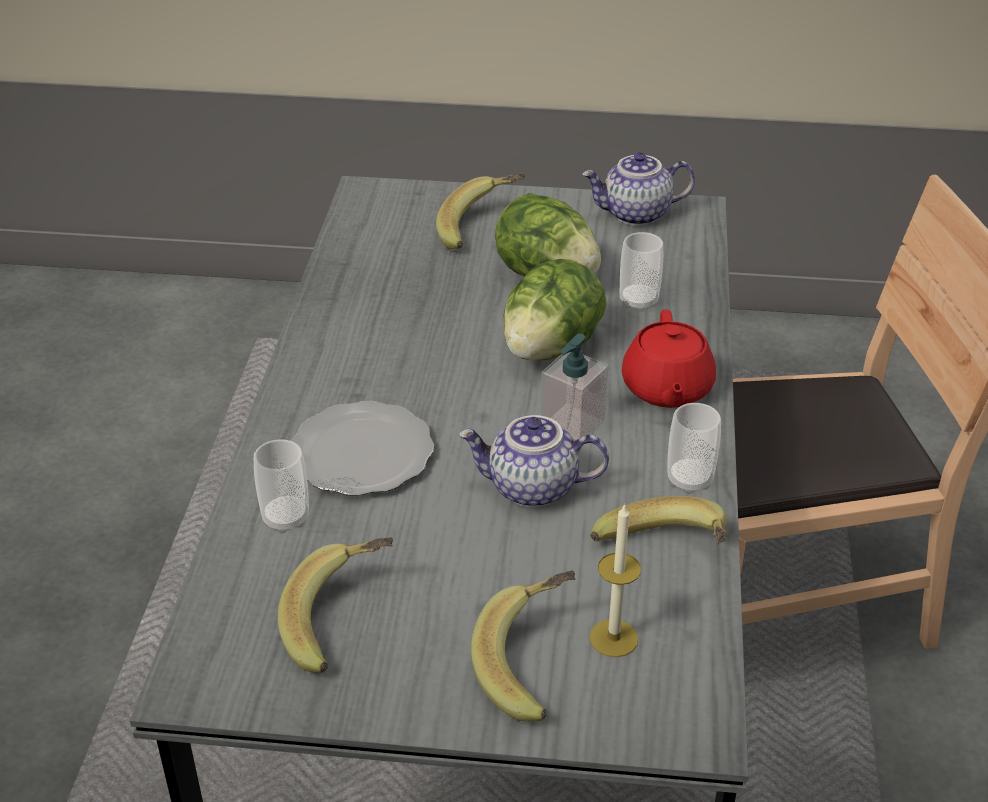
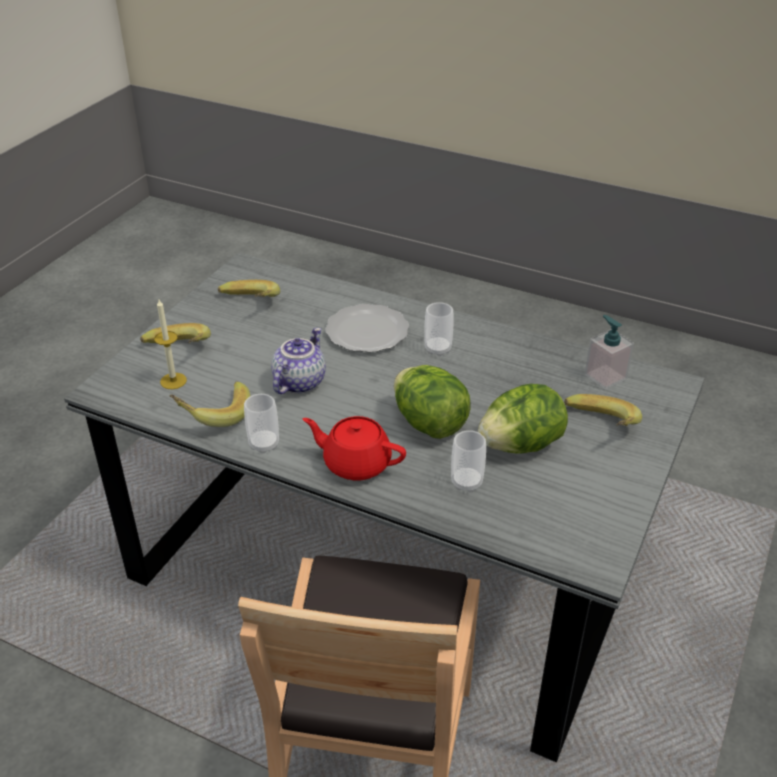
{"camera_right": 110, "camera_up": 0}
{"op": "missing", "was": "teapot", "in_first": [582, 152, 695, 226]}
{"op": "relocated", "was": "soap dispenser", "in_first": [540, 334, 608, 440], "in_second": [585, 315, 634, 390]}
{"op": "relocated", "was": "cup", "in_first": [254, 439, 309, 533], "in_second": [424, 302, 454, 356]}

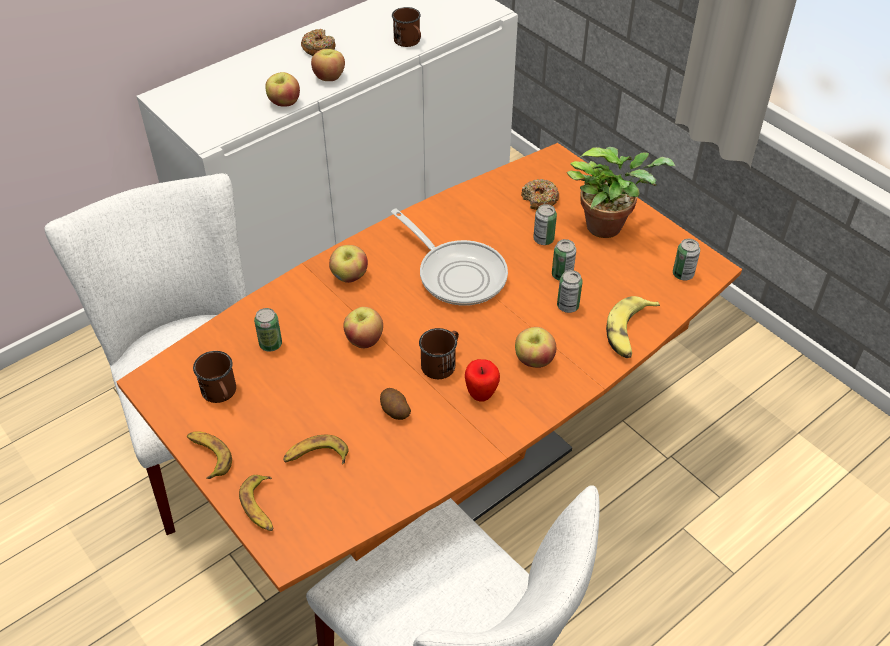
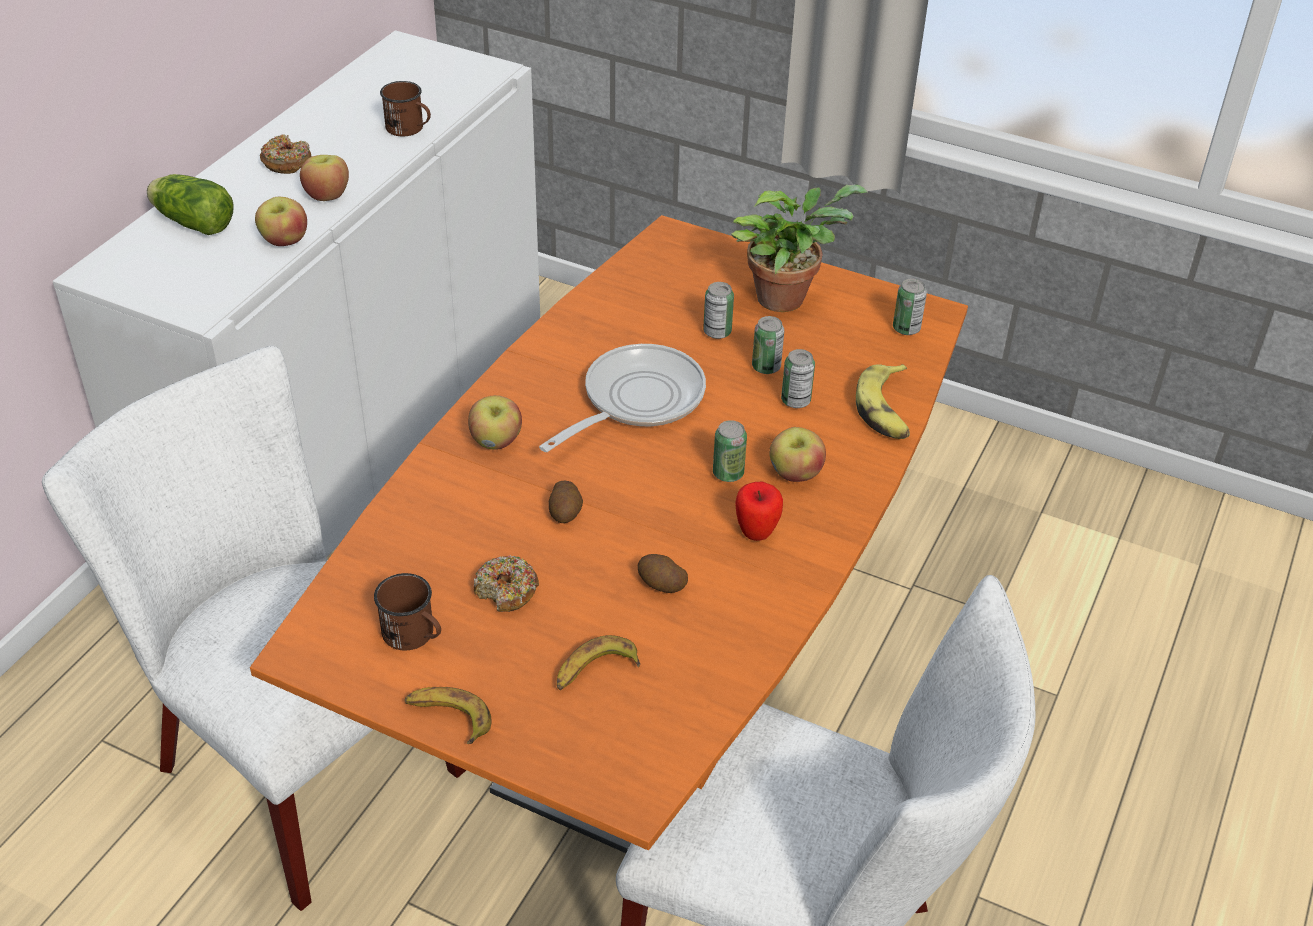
{"camera_right": -25, "camera_up": -5}
{"op": "relocated", "was": "donut", "in_first": [521, 179, 559, 210], "in_second": [474, 555, 539, 612]}
{"op": "spun", "was": "frying pan", "in_first": [391, 209, 508, 306], "in_second": [539, 344, 706, 452], "clockwise": -75}
{"op": "exchanged", "was": "apple", "now": "potato", "in_first": [343, 307, 383, 348], "in_second": [549, 481, 583, 523]}
{"op": "relocated", "was": "can", "in_first": [254, 308, 282, 352], "in_second": [713, 420, 747, 482]}
{"op": "missing", "was": "brown mug", "in_first": [419, 328, 459, 379]}
{"op": "missing", "was": "banana", "in_first": [239, 475, 274, 531]}
{"op": "appeared", "now": "lettuce", "in_second": [147, 174, 234, 235]}

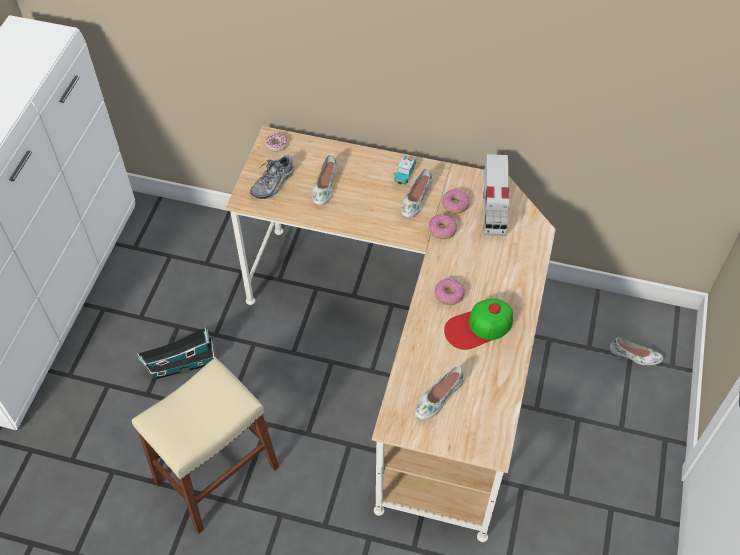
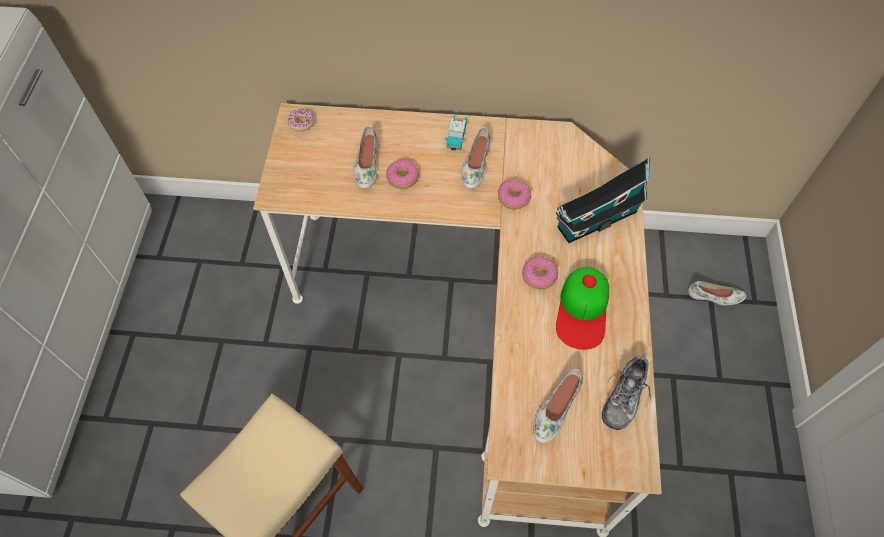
{"camera_right": -10, "camera_up": 5}
{"op": "missing", "was": "toy truck", "in_first": [483, 154, 509, 236]}
{"op": "relocated", "was": "shoe", "in_first": [250, 155, 294, 199], "in_second": [602, 354, 651, 430]}
{"op": "relocated", "was": "donut", "in_first": [442, 189, 469, 214], "in_second": [386, 159, 419, 189]}
{"op": "spun", "was": "cap", "in_first": [444, 298, 513, 350], "in_second": [556, 267, 609, 350], "clockwise": -45}
{"op": "relocated", "was": "toy house", "in_first": [136, 327, 215, 380], "in_second": [556, 157, 651, 243]}

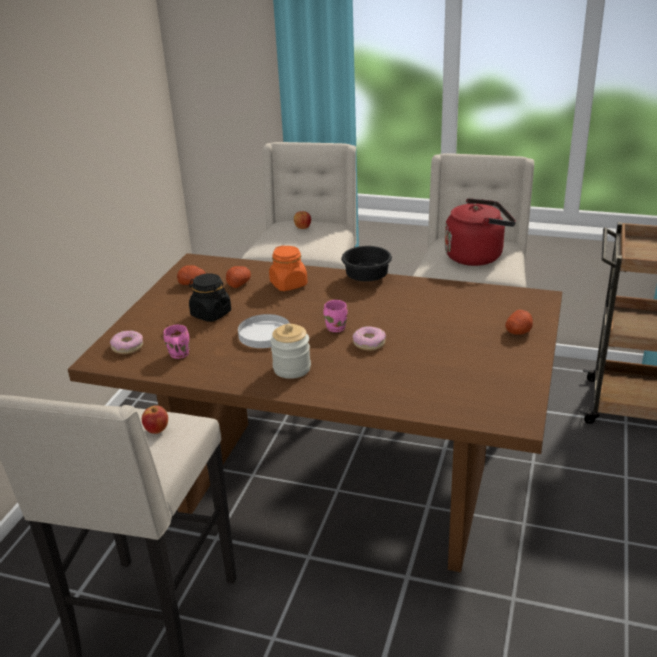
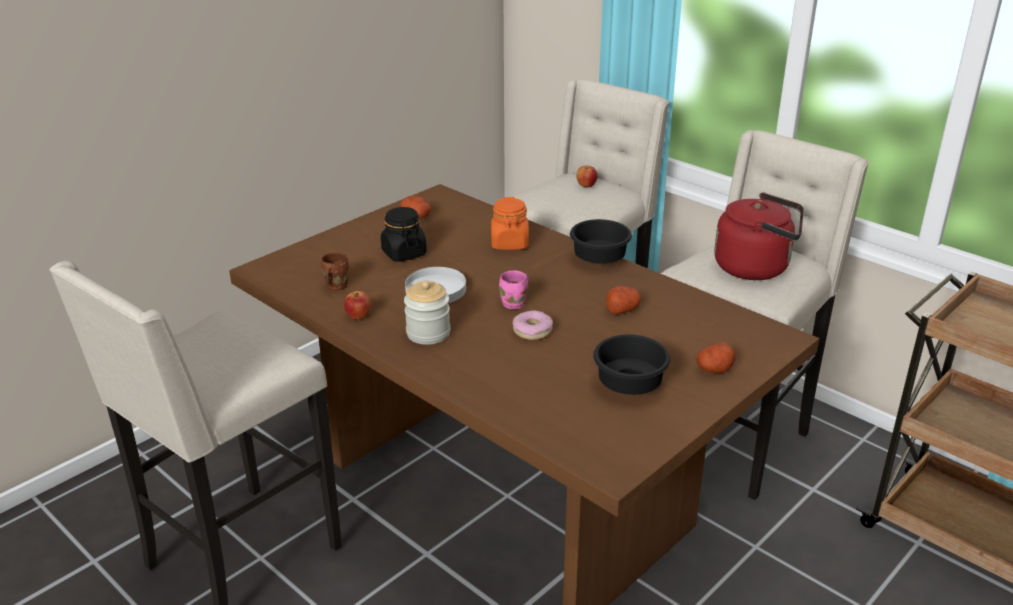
{"camera_right": 25, "camera_up": 0}
{"op": "relocated", "was": "potato", "in_first": [226, 266, 251, 288], "in_second": [606, 285, 641, 315]}
{"op": "colour", "was": "pink mug", "now": "brown mug", "in_first": [163, 325, 189, 359], "in_second": [321, 252, 349, 290]}
{"op": "missing", "was": "donut", "in_first": [110, 330, 143, 354]}
{"op": "relocated", "was": "apple", "in_first": [142, 405, 168, 434], "in_second": [344, 291, 371, 320]}
{"op": "appeared", "now": "black bowl", "in_second": [593, 335, 670, 395]}

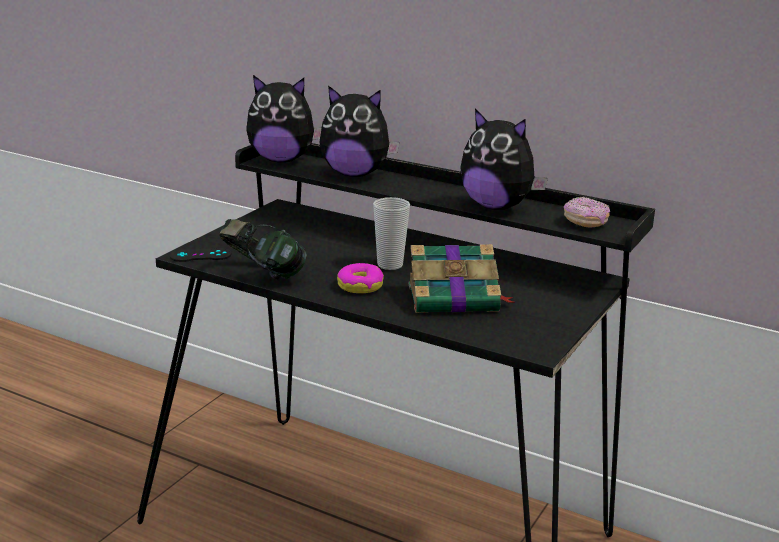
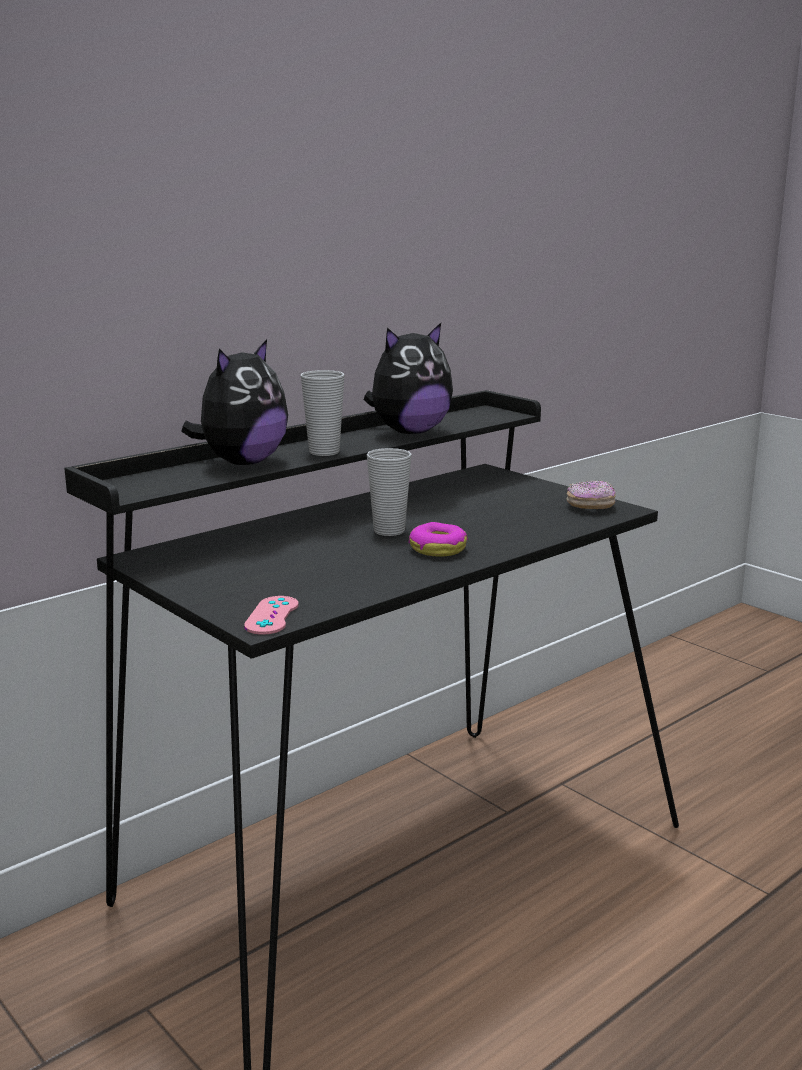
{"camera_right": -70, "camera_up": -5}
{"op": "missing", "was": "plush toy", "in_first": [246, 75, 321, 162]}
{"op": "relocated", "was": "donut", "in_first": [564, 197, 610, 228], "in_second": [566, 480, 616, 509]}
{"op": "missing", "was": "headphones", "in_first": [219, 219, 306, 279]}
{"op": "missing", "was": "book", "in_first": [409, 244, 515, 313]}
{"op": "colour", "was": "black game controller", "now": "pink game controller", "in_first": [170, 248, 232, 262], "in_second": [244, 596, 299, 635]}
{"op": "appeared", "now": "cup", "in_second": [301, 370, 345, 456]}

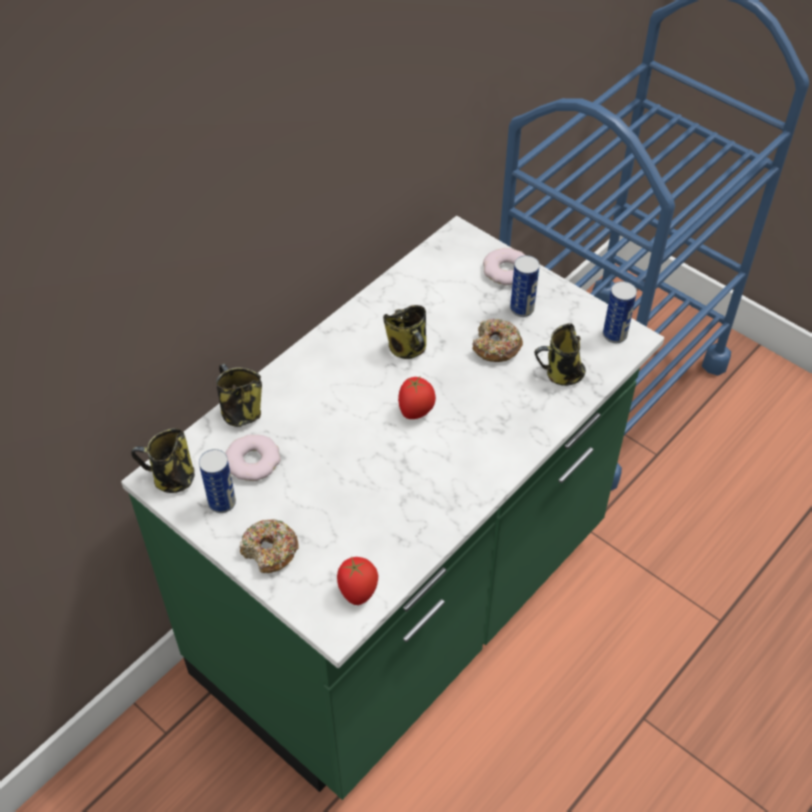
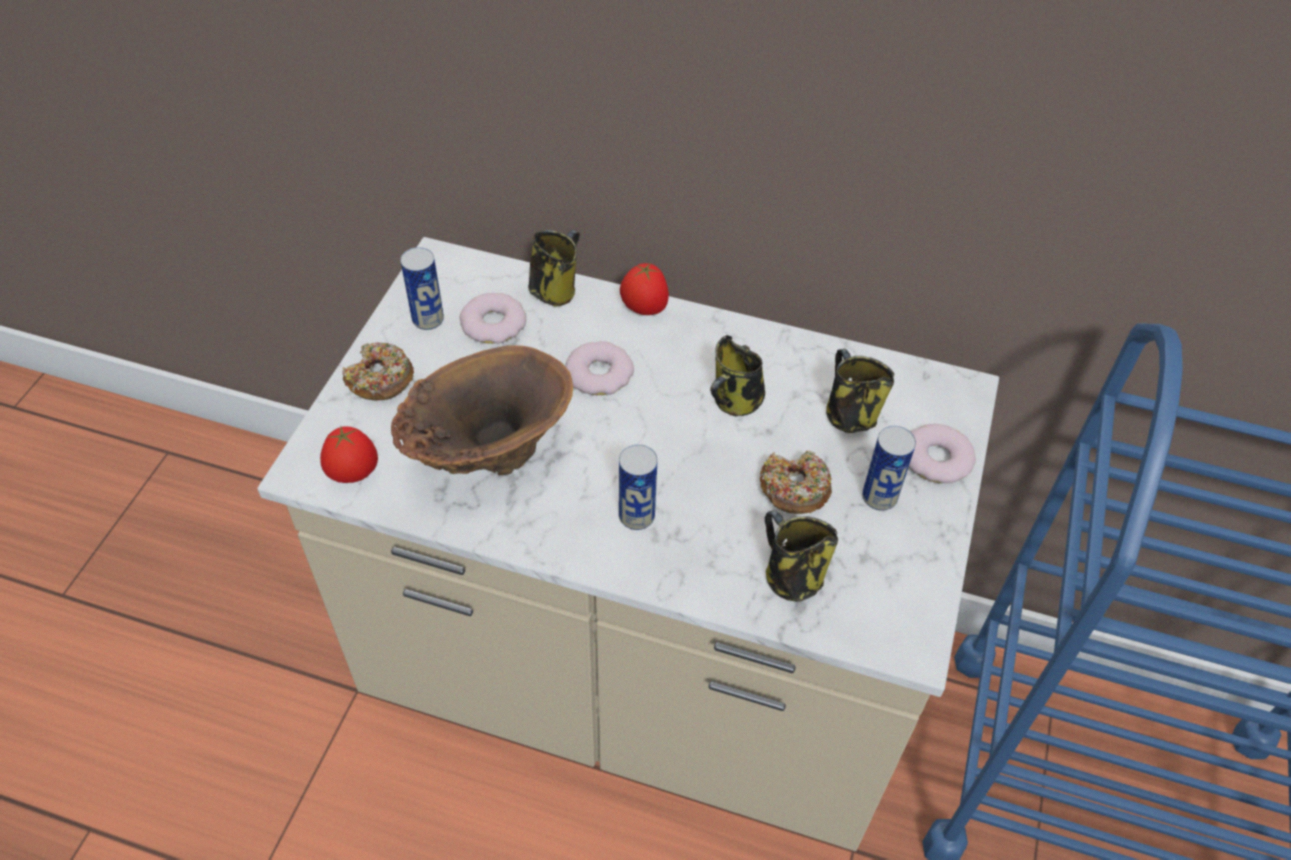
{"camera_right": 65, "camera_up": 0}
{"op": "colour", "was": "green counter", "now": "beige counter", "in_first": [121, 216, 664, 800], "in_second": [257, 237, 999, 851]}
{"op": "relocated", "was": "can", "in_first": [603, 281, 637, 343], "in_second": [619, 444, 658, 530]}
{"op": "relocated", "was": "tomato", "in_first": [398, 377, 436, 419], "in_second": [620, 263, 669, 315]}
{"op": "relocated", "was": "mug", "in_first": [131, 428, 195, 493], "in_second": [826, 349, 894, 433]}
{"op": "appeared", "now": "donut", "in_second": [565, 341, 634, 395]}
{"op": "appeared", "now": "brown vase", "in_second": [391, 346, 573, 475]}

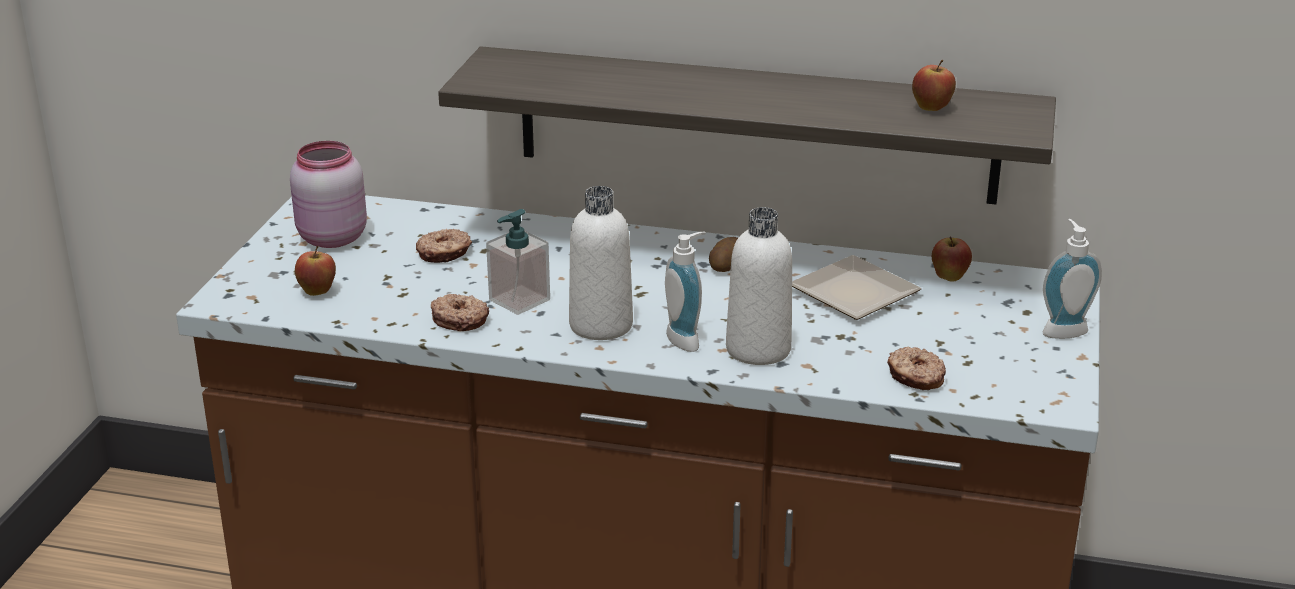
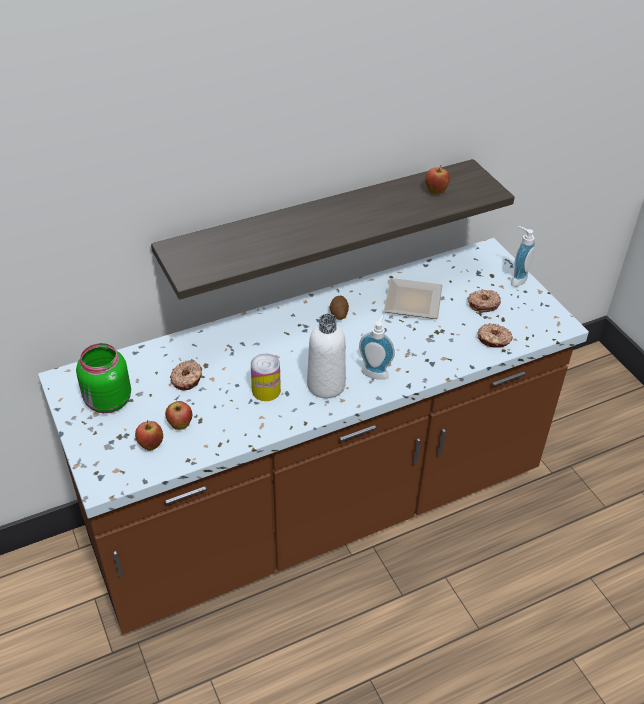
{"camera_right": -40, "camera_up": 15}
{"op": "colour", "was": "pink jar", "now": "green jar", "in_first": [290, 141, 367, 248], "in_second": [76, 343, 131, 413]}
{"op": "missing", "was": "white bottle", "in_first": [726, 207, 792, 365]}
{"op": "exchanged", "was": "soap dispenser", "now": "can", "in_first": [486, 209, 550, 315], "in_second": [251, 354, 281, 401]}
{"op": "relocated", "was": "apple", "in_first": [932, 236, 972, 281], "in_second": [165, 401, 192, 430]}
{"op": "relocated", "was": "donut", "in_first": [431, 294, 489, 331], "in_second": [467, 289, 501, 312]}

